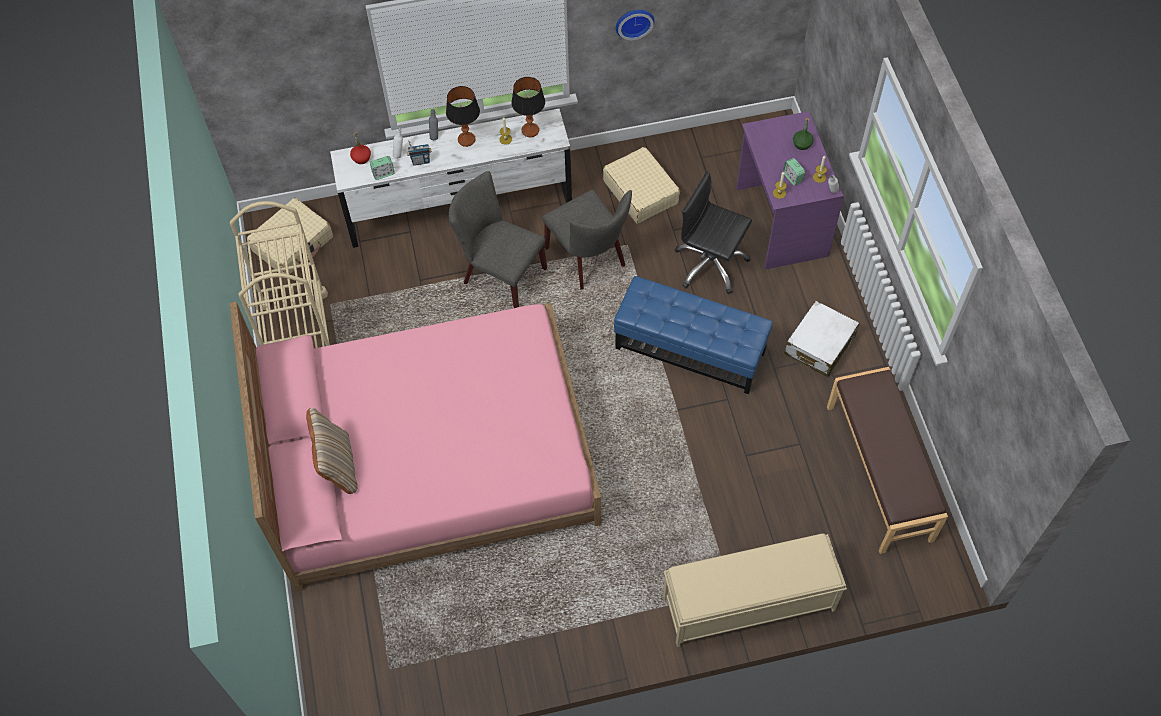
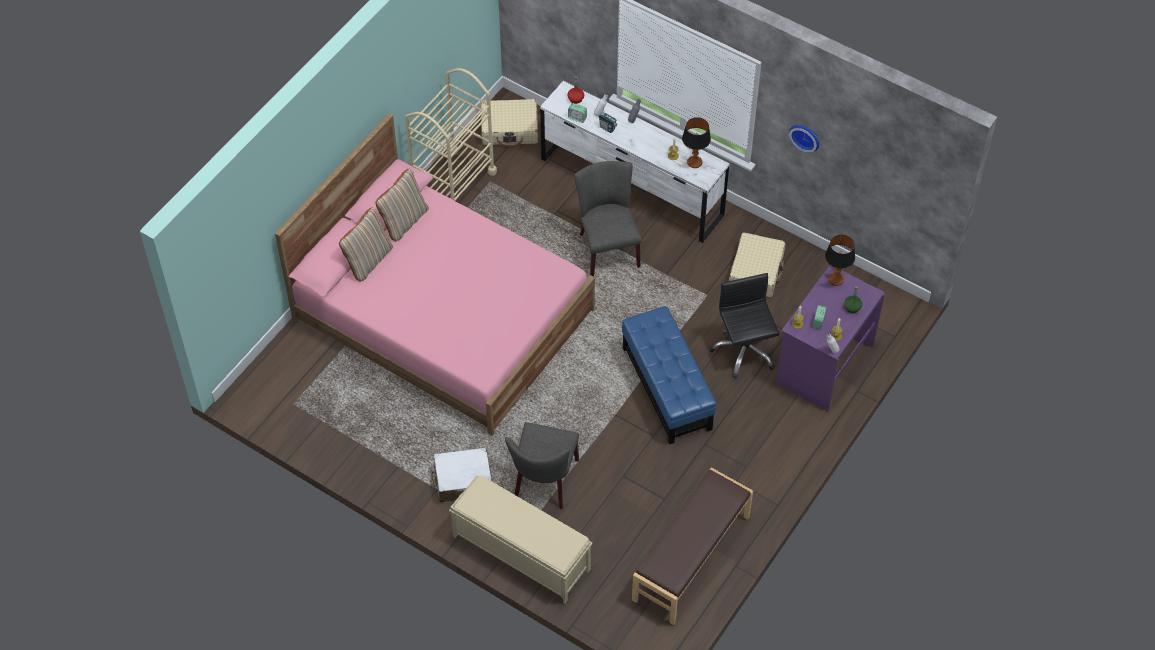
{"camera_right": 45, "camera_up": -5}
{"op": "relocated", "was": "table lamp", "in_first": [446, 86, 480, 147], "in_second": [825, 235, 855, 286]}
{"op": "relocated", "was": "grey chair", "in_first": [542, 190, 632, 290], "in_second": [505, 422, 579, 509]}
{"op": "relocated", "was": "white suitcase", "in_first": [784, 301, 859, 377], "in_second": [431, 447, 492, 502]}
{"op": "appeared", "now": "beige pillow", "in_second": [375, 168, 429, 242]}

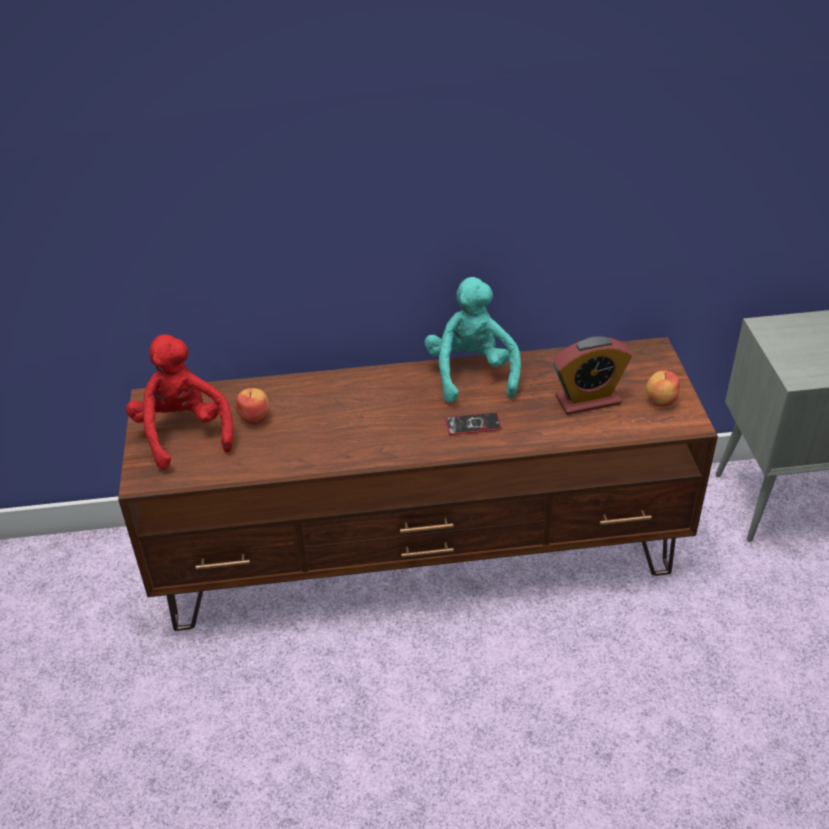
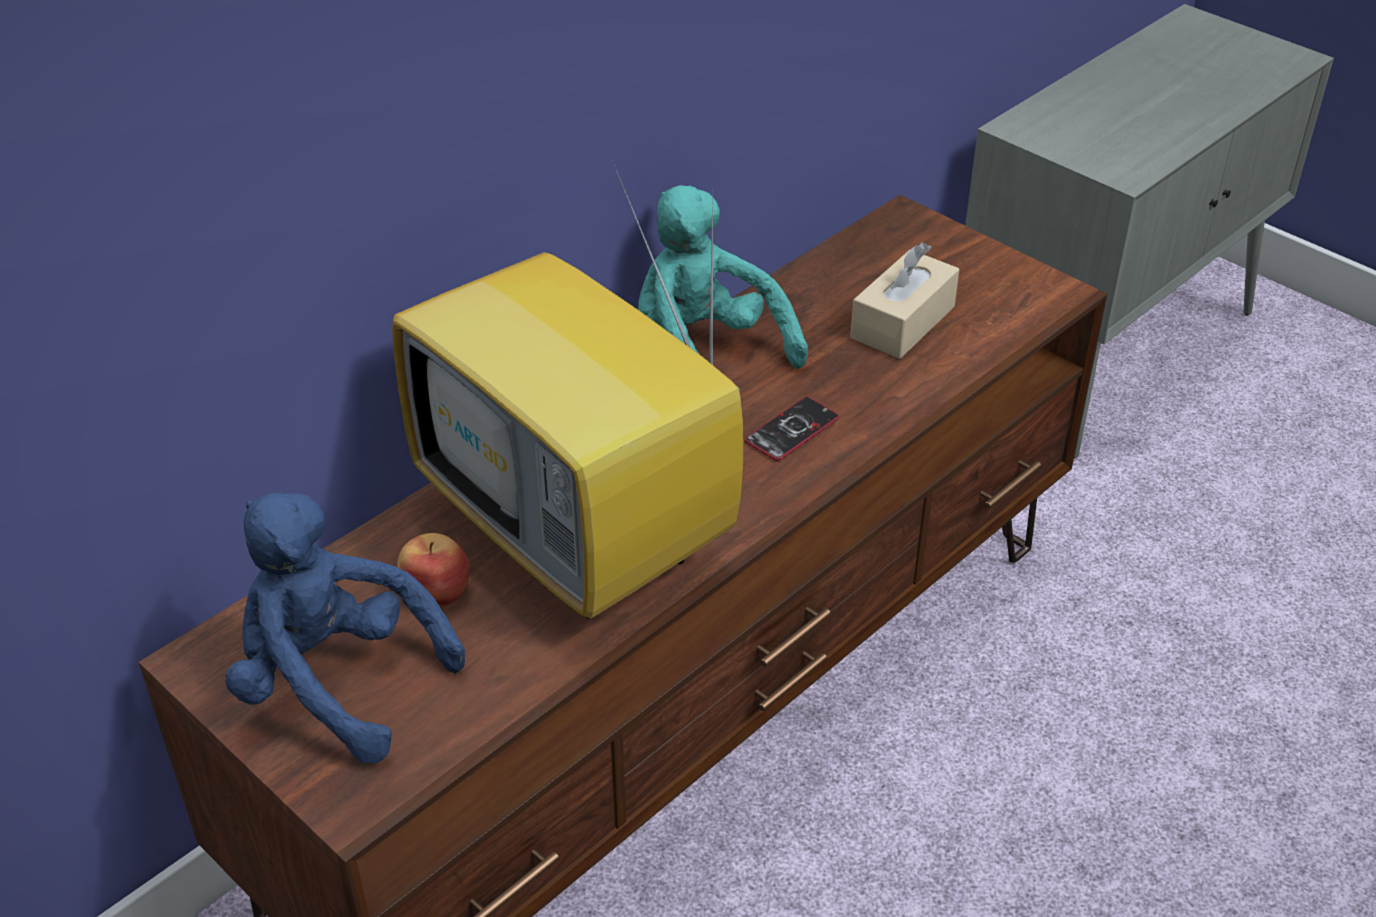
{"camera_right": -40, "camera_up": 0}
{"op": "colour", "was": "red plush toy", "now": "blue plush toy", "in_first": [126, 334, 233, 470], "in_second": [225, 492, 465, 763]}
{"op": "exchanged", "was": "alarm clock", "now": "beige tissue box", "in_first": [553, 337, 632, 415], "in_second": [850, 242, 959, 359]}
{"op": "missing", "was": "apple", "in_first": [646, 370, 679, 407]}
{"op": "appeared", "now": "television", "in_second": [392, 160, 743, 619]}

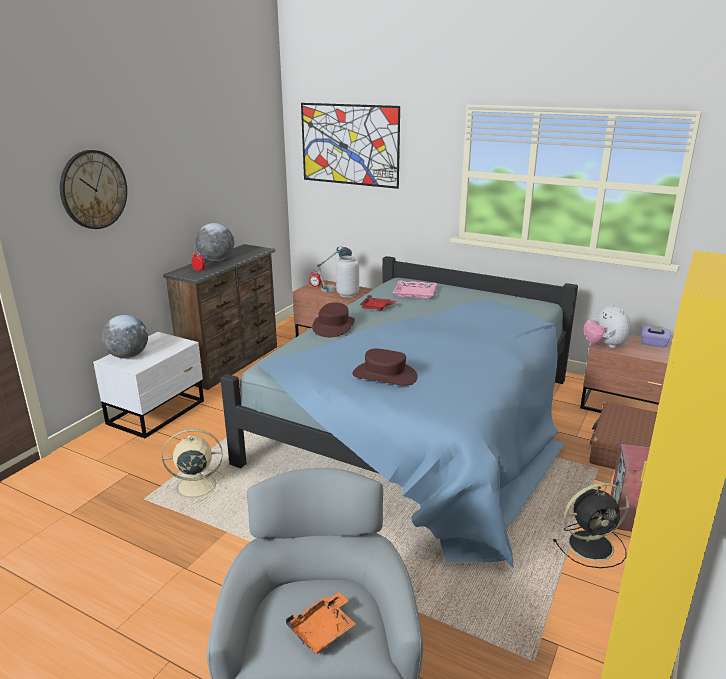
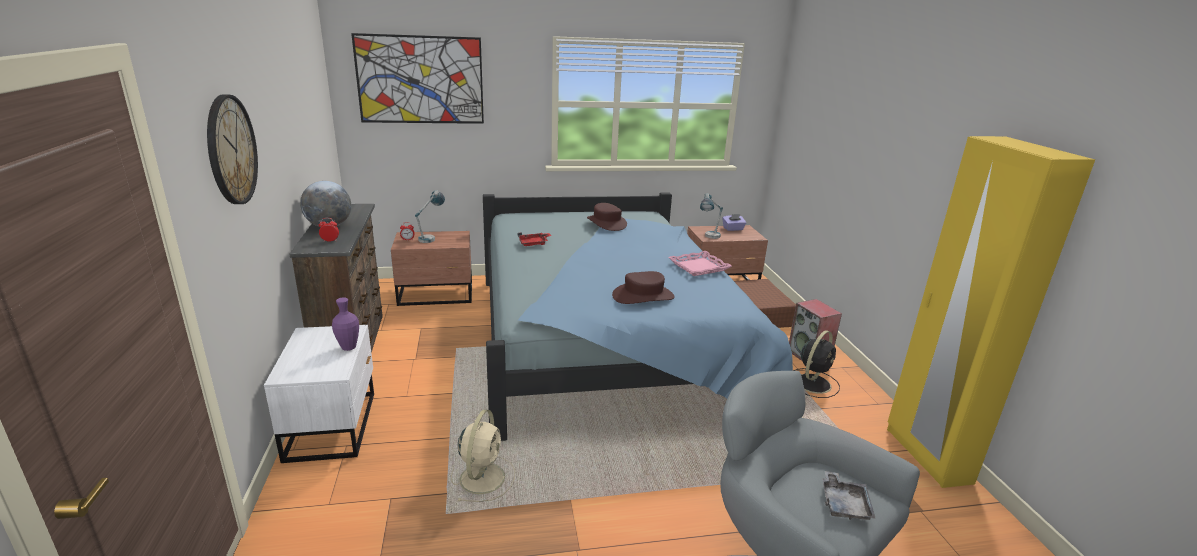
{"camera_right": -40, "camera_up": 0}
{"op": "missing", "was": "grey vase", "in_first": [336, 256, 359, 297]}
{"op": "relocated", "was": "pink tray", "in_first": [393, 280, 437, 299], "in_second": [668, 251, 732, 276]}
{"op": "relocated", "was": "brown hat", "in_first": [312, 303, 355, 337], "in_second": [587, 203, 627, 231]}
{"op": "exchanged", "was": "plush toy", "now": "table lamp", "in_first": [584, 303, 631, 349], "in_second": [700, 193, 723, 239]}
{"op": "missing", "was": "globe", "in_first": [102, 315, 148, 359]}
{"op": "spun", "was": "beige fan", "in_first": [162, 429, 227, 504], "in_second": [451, 410, 515, 502], "clockwise": 150}
{"op": "colour", "was": "orange tray", "now": "grey tray", "in_first": [286, 592, 356, 654], "in_second": [822, 471, 876, 520]}
{"op": "appeared", "now": "purple vase", "in_second": [332, 297, 359, 351]}

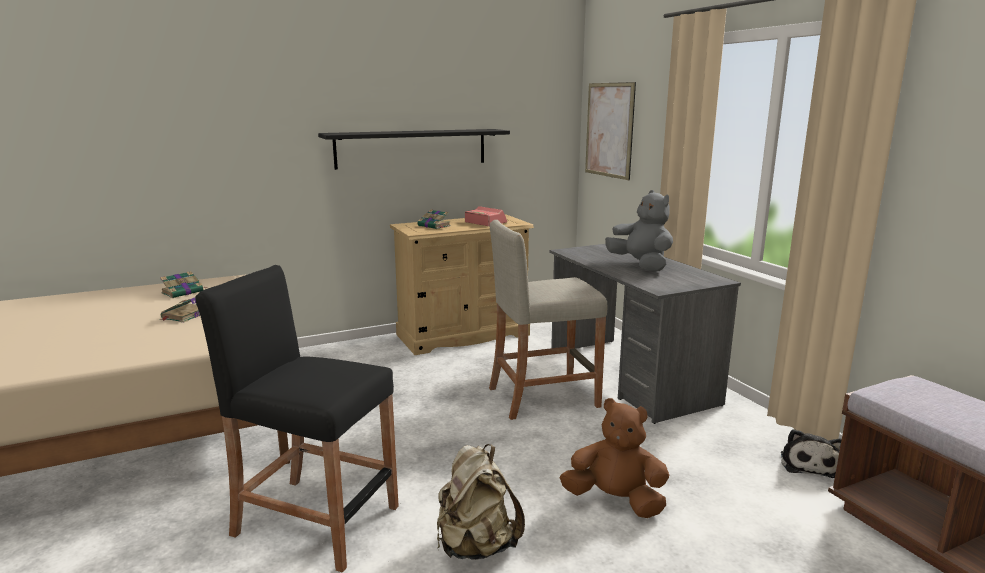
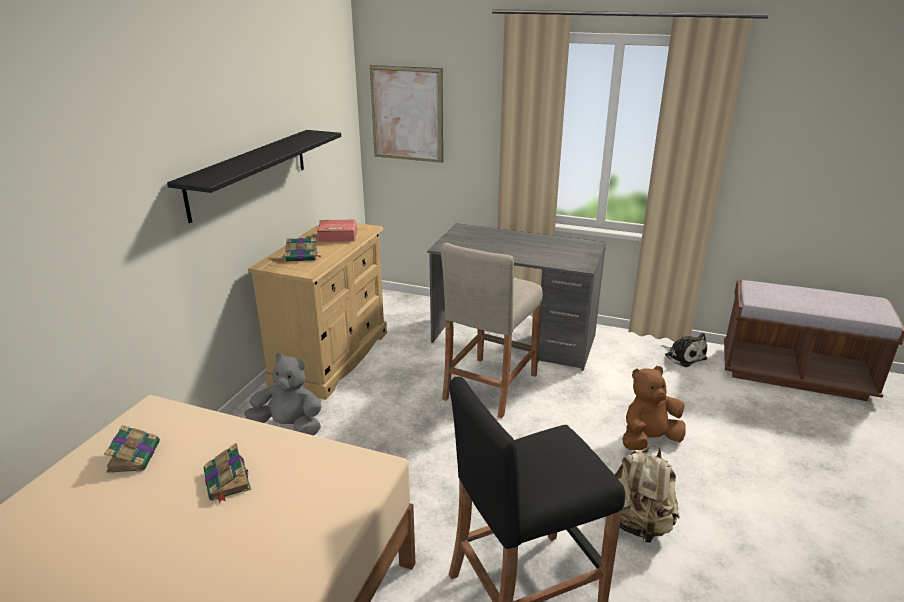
{"camera_right": -45, "camera_up": 10}
{"op": "relocated", "was": "grey plush toy", "in_first": [605, 190, 673, 271], "in_second": [244, 353, 322, 435]}

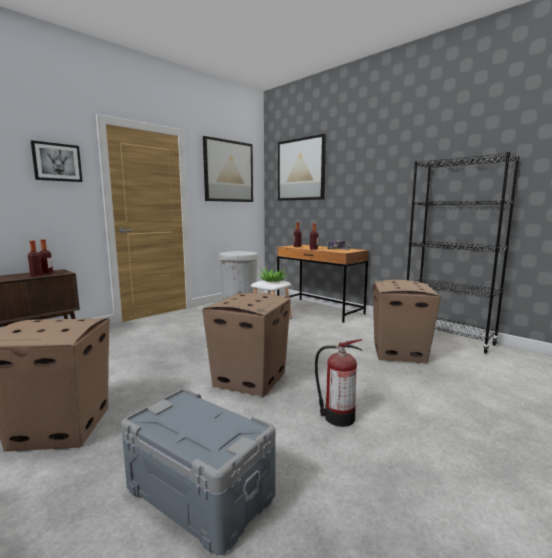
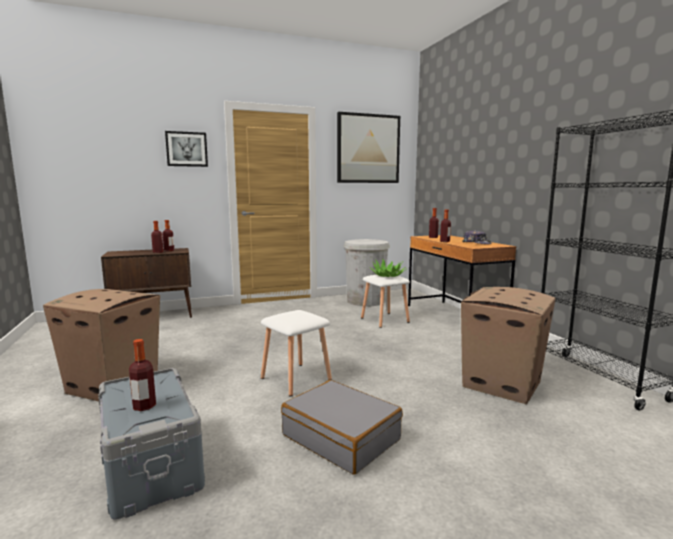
{"camera_right": 25, "camera_up": 0}
{"op": "missing", "was": "picture", "in_first": [278, 134, 326, 201]}
{"op": "exchanged", "was": "cardboard box", "now": "white stool", "in_first": [202, 293, 291, 397], "in_second": [261, 310, 332, 397]}
{"op": "exchanged", "was": "fire extinguisher", "now": "grey suitcase", "in_first": [315, 339, 363, 427], "in_second": [281, 380, 403, 475]}
{"op": "appeared", "now": "bottle", "in_second": [129, 339, 156, 411]}

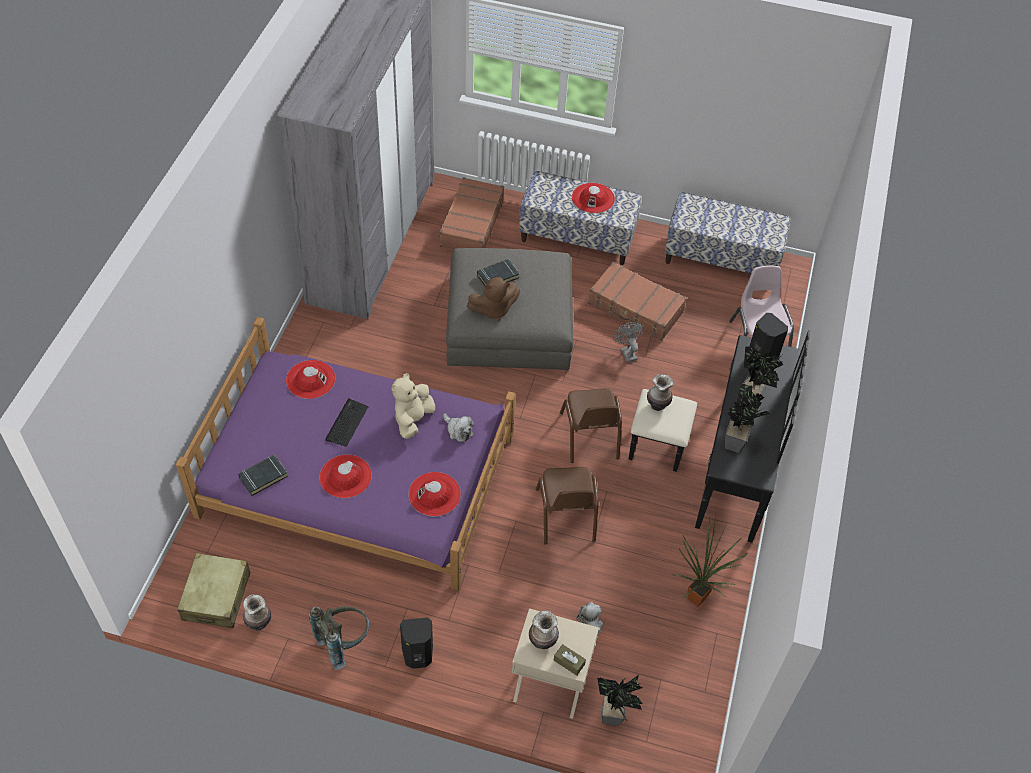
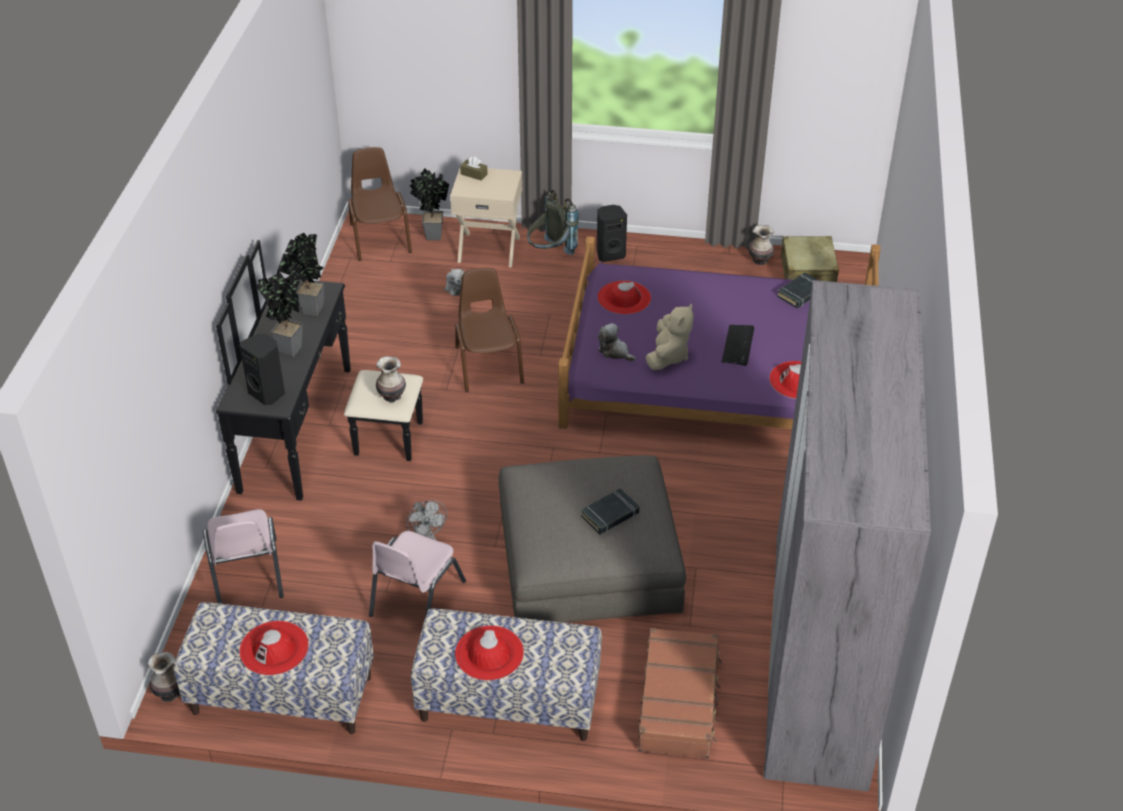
{"camera_right": 175, "camera_up": -10}
{"op": "exchanged", "was": "brown suitcase", "now": "pink chair", "in_first": [588, 262, 687, 341], "in_second": [369, 531, 466, 620]}
{"op": "missing", "was": "brown plush toy", "in_first": [467, 277, 520, 321]}
{"op": "relocated", "was": "brown chair", "in_first": [560, 388, 622, 463], "in_second": [348, 147, 412, 261]}
{"op": "relocated", "was": "red hat", "in_first": [319, 455, 372, 498], "in_second": [240, 621, 309, 675]}
{"op": "missing", "was": "potted plant", "in_first": [672, 512, 748, 607]}
{"op": "relocated", "was": "grey backpack", "in_first": [309, 606, 369, 670], "in_second": [527, 190, 579, 255]}
{"op": "relocated", "was": "vase", "in_first": [529, 611, 559, 649], "in_second": [147, 651, 180, 702]}

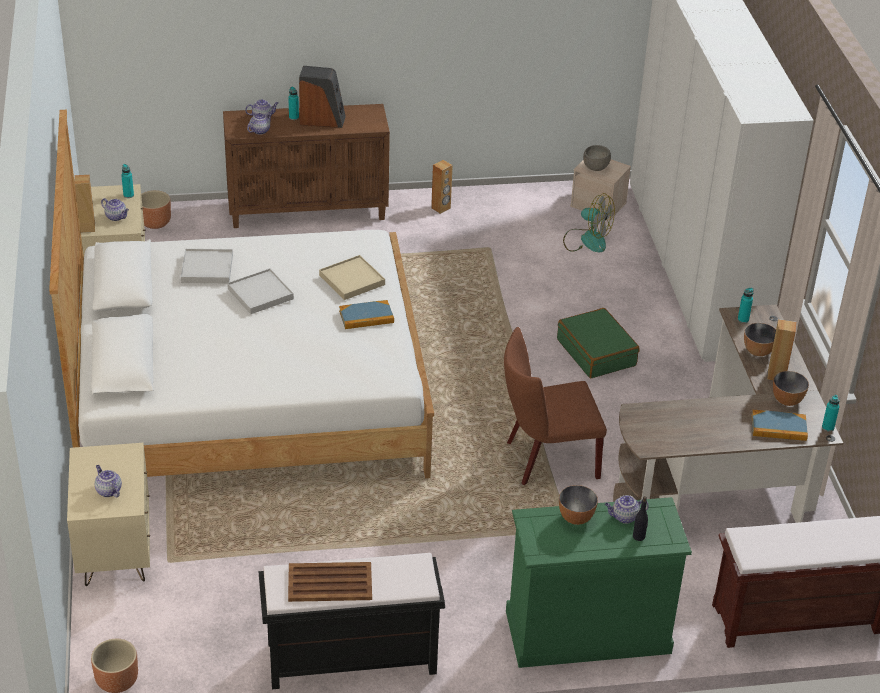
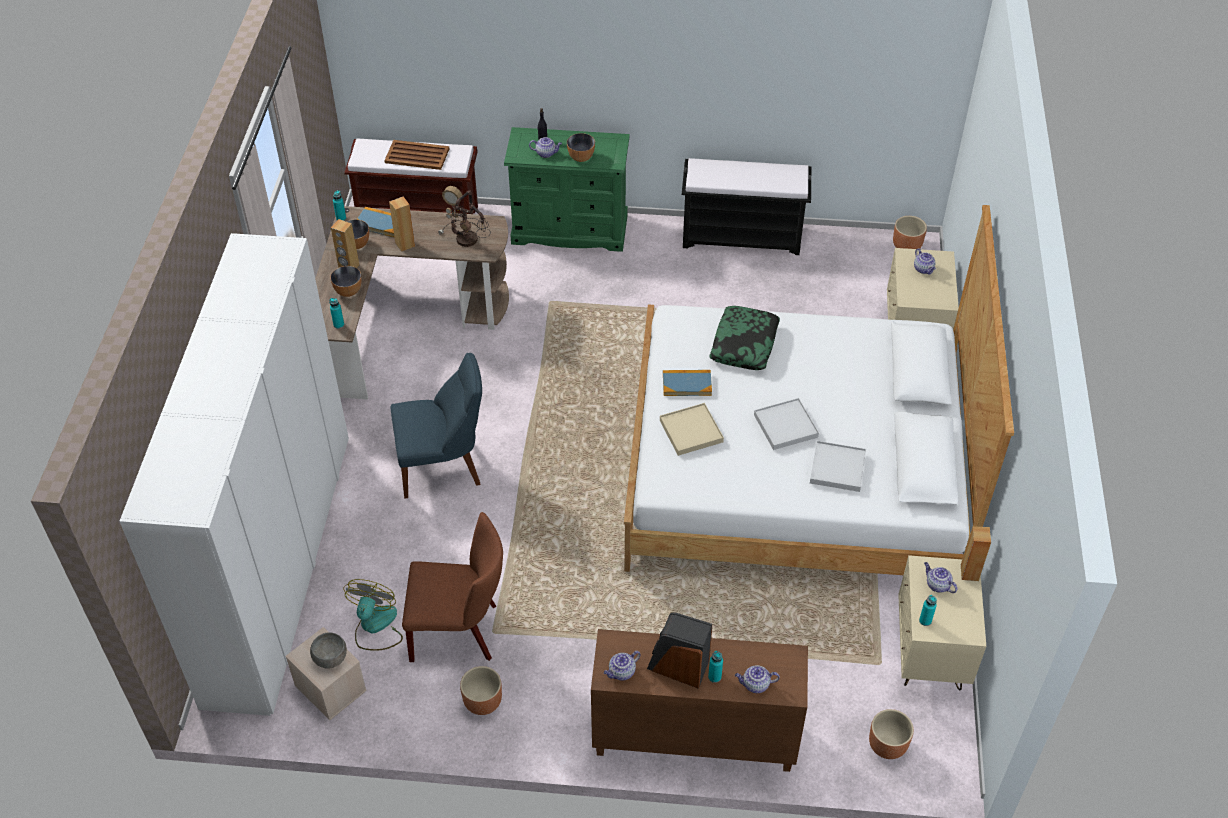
{"camera_right": -165, "camera_up": 10}
{"op": "relocated", "was": "teapot", "in_first": [247, 111, 272, 135], "in_second": [604, 651, 641, 681]}
{"op": "relocated", "was": "brown speaker", "in_first": [431, 160, 453, 214], "in_second": [389, 197, 415, 252]}
{"op": "spun", "was": "fan", "in_first": [563, 193, 615, 252], "in_second": [343, 579, 403, 651], "clockwise": 60}
{"op": "exchanged", "was": "green suitcase", "now": "blue chair", "in_first": [557, 308, 640, 378], "in_second": [391, 353, 482, 499]}
{"op": "relocated", "was": "brown chair", "in_first": [504, 327, 607, 485], "in_second": [402, 512, 503, 662]}
{"op": "relocated", "was": "brown tray", "in_first": [288, 562, 372, 602], "in_second": [384, 140, 449, 170]}
{"op": "appeared", "now": "table lamp", "in_second": [438, 186, 491, 247]}
{"op": "appeared", "now": "pillow", "in_second": [709, 306, 780, 370]}
{"op": "appeared", "now": "brown planter", "in_second": [460, 666, 502, 715]}

